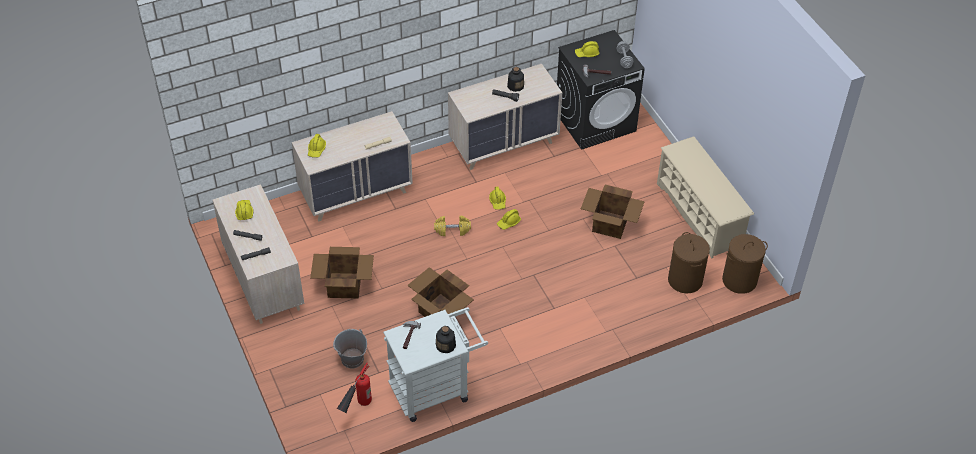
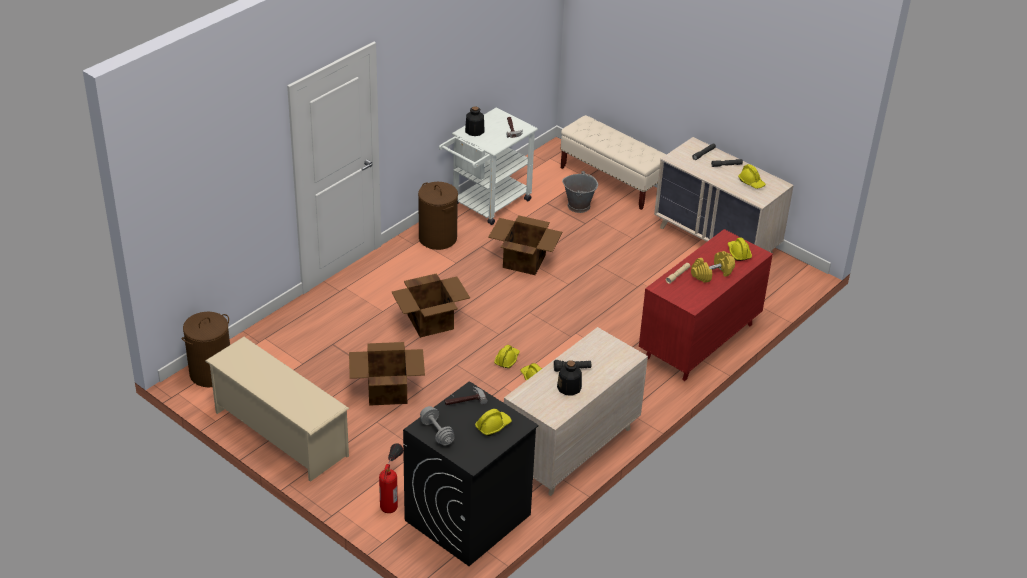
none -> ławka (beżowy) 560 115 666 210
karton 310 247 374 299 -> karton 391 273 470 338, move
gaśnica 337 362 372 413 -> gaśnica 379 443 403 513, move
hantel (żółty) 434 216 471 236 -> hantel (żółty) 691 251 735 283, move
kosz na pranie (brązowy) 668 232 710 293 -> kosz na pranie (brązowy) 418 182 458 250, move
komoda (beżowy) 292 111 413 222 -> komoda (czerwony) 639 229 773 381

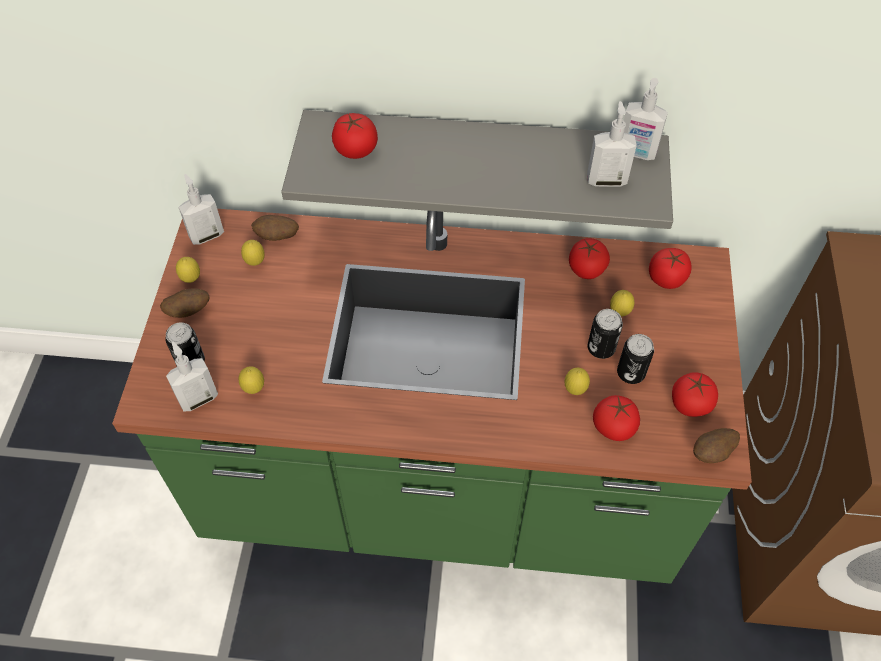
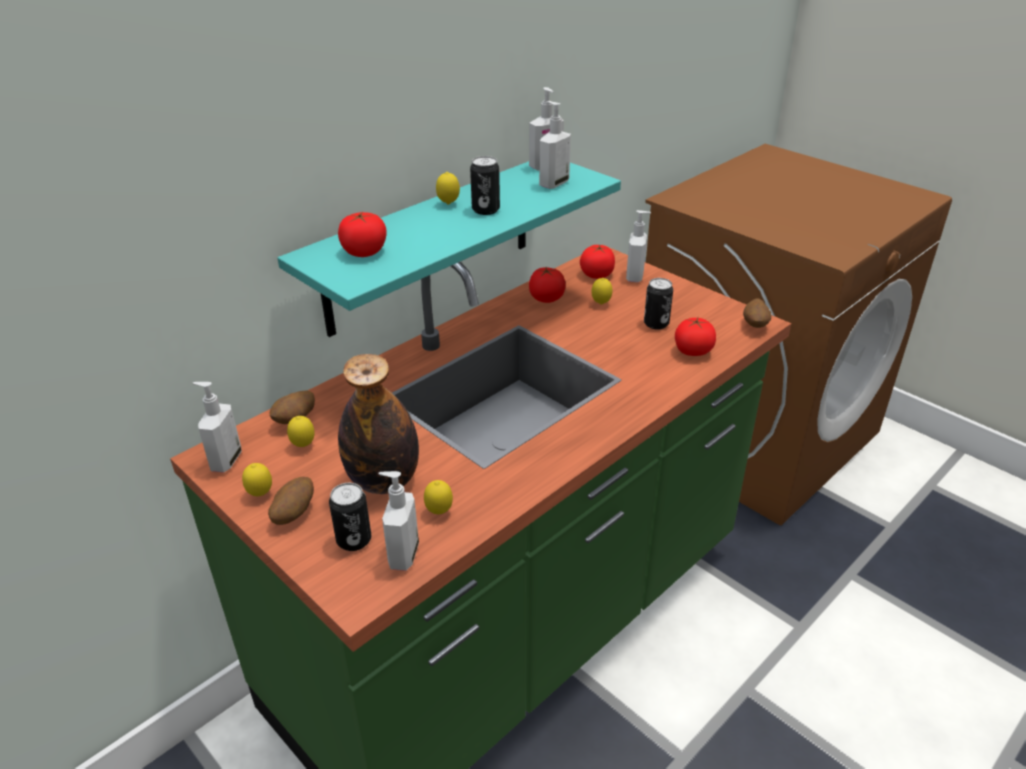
pomidor 672 372 718 417 -> none
none -> butelka 338 354 419 494
none -> dozownik mydła 626 210 651 282
cytryna 564 368 590 395 -> cytryna 436 172 460 205, move
puszka 588 309 623 359 -> puszka 470 156 500 215, move
półka (szary) 281 110 673 229 -> półka (turkusowy) 277 161 621 337

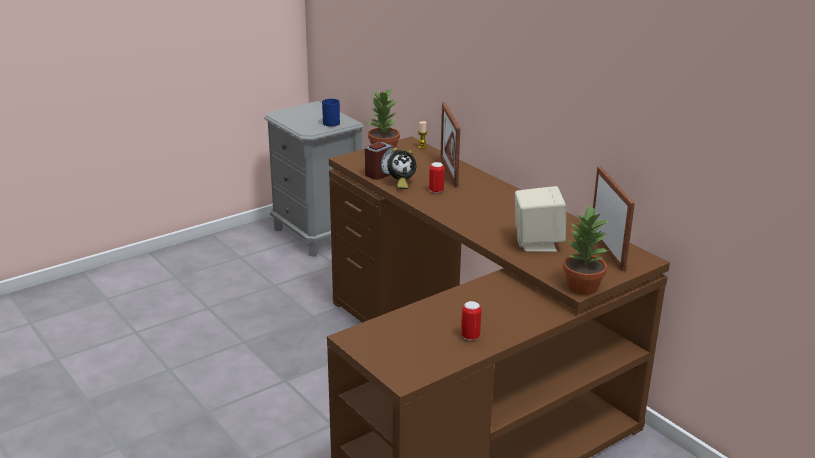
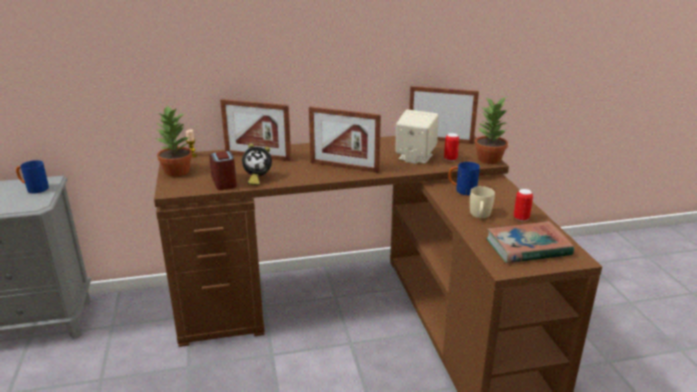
none -> ramka na zdjęcie 309 106 381 173
none -> kubek (niebieski) 448 162 480 195
none -> kubek (beżowy) 470 186 495 218
none -> książka 486 221 574 263
puszka 429 162 445 193 -> puszka 444 133 459 161, move
budzik 387 147 417 189 -> budzik 242 143 272 186, 75 degrees clockwise

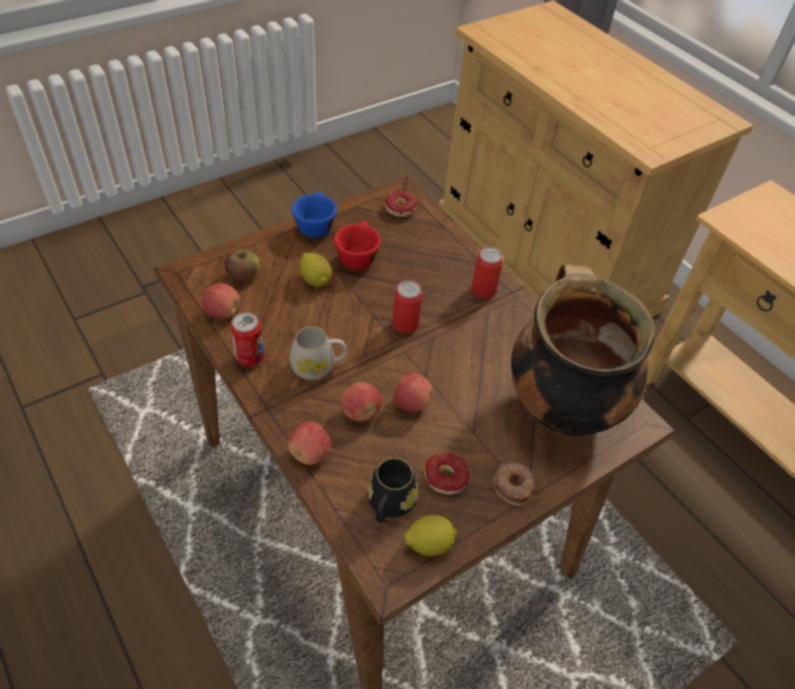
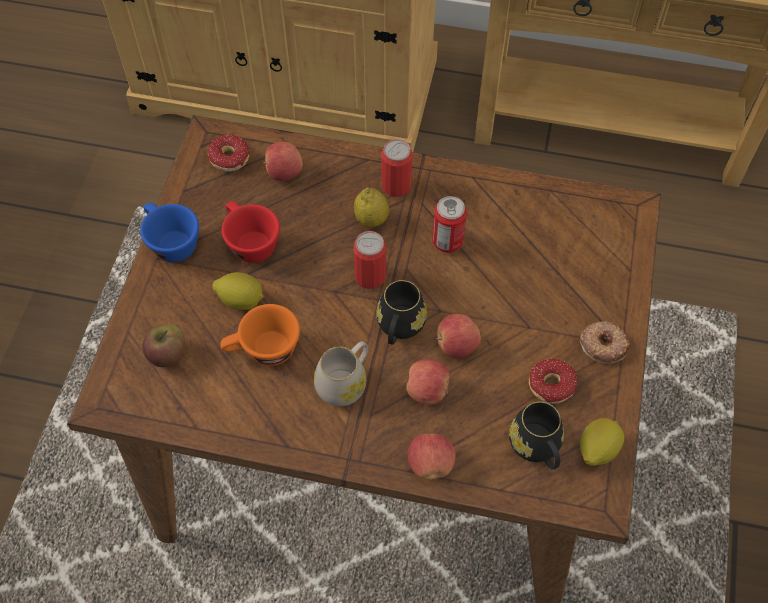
garnek 511 265 655 436 -> none
none -> filiżanka (pomarańczowy) 220 304 300 366
none -> cytryna 354 187 390 227
none -> kubek (czarny) 376 280 427 345
jabłko 202 283 240 319 -> jabłko 263 142 303 181, move
puszka 231 313 264 367 -> puszka 432 196 467 253, move

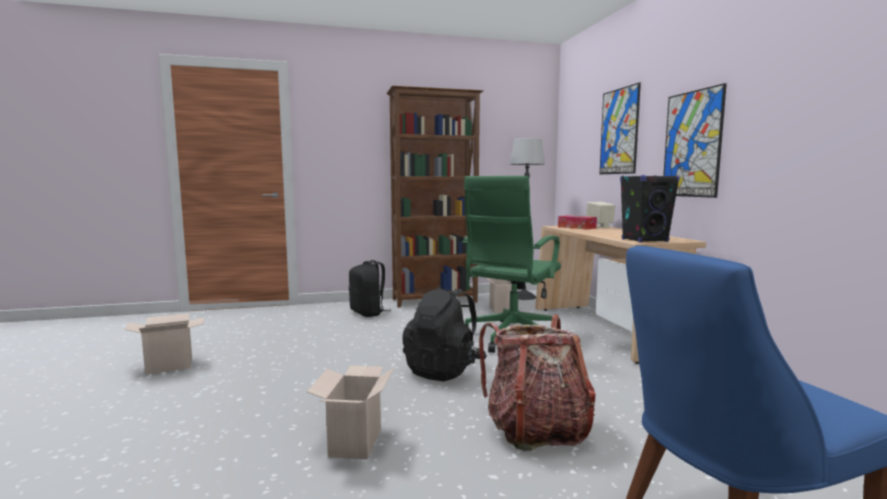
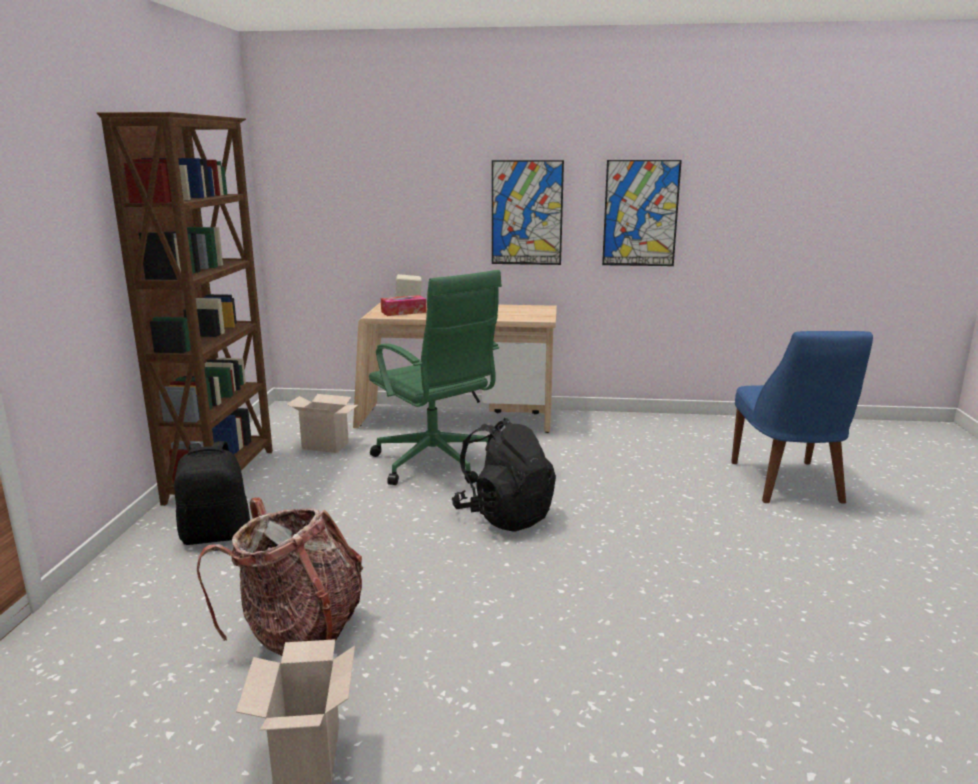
karton 307 365 394 460 -> none
lampa stojąca 510 138 545 300 -> none
głośnik (czarny) 620 175 680 243 -> none
plecak 479 314 595 451 -> plecak 197 497 363 656, move
obraz 600 82 641 174 -> obraz 602 160 682 266, move

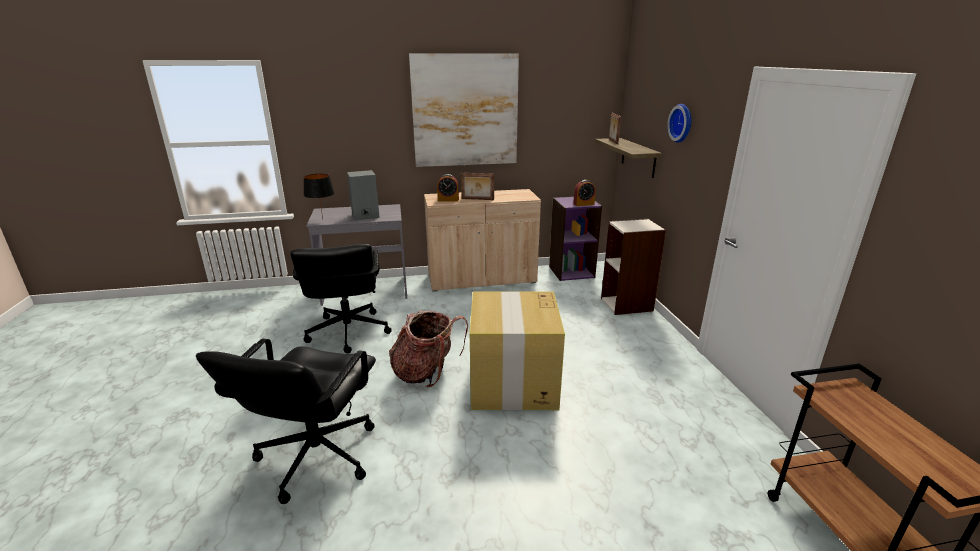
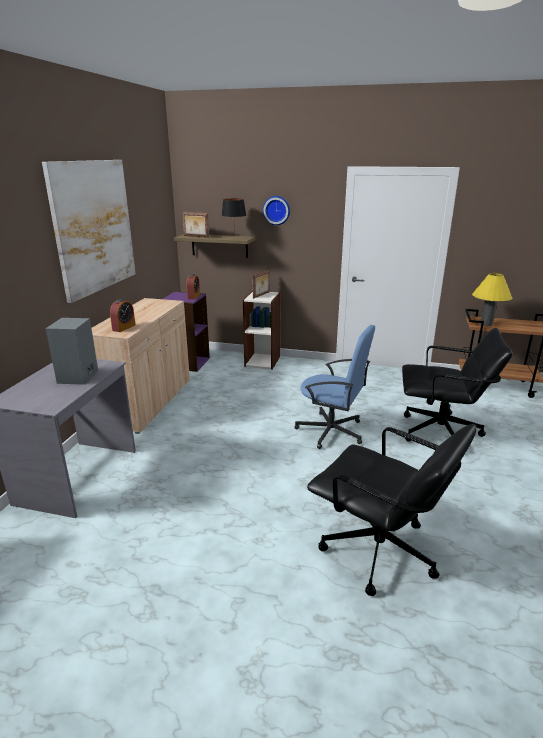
plecak 389 310 468 388 -> none
none -> lampa stołowa (żółty) 472 273 512 326
krzesło biurowe (czarny) 290 244 392 354 -> krzesło biurowe (czarny) 402 328 513 442, move
lampa stołowa (czarny) 304 174 334 218 -> lampa stołowa (czarny) 221 199 246 238, move
ramka na zdjęcie 461 173 494 200 -> ramka na zdjęcie 252 270 270 299, move
karton 470 292 565 410 -> krzesło biurowe (niebieski) 295 325 375 449

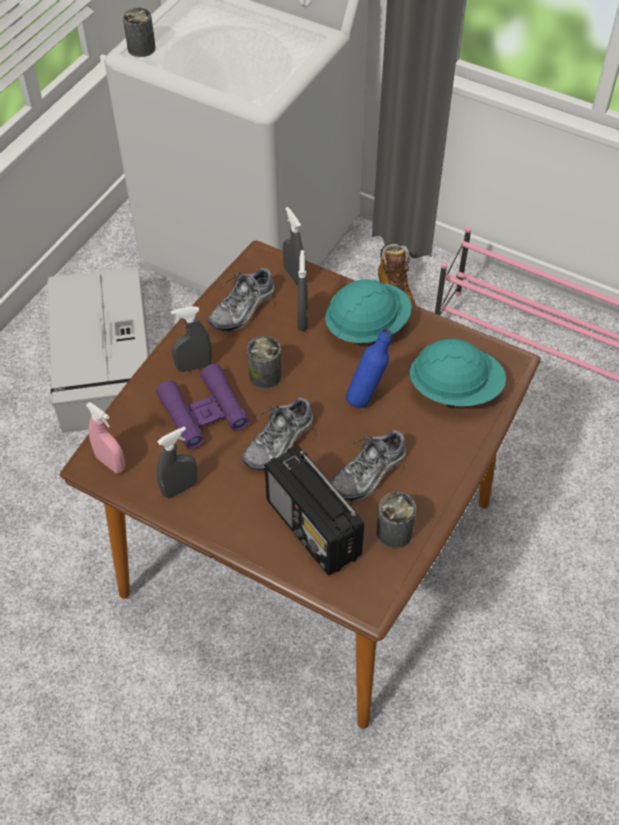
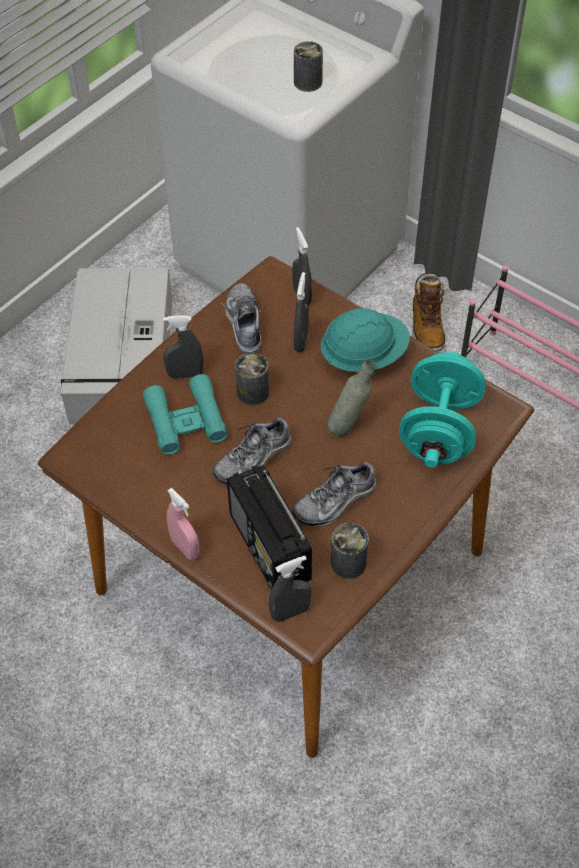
spryskiwacz (różowy) 86 402 125 473 -> spryskiwacz (różowy) 167 488 200 560, move
puszka 123 8 156 57 -> puszka 294 41 323 92, move
spryskiwacz (szary) 156 427 197 498 -> spryskiwacz (szary) 269 556 312 622, move
kask (turkusowy) 410 339 506 408 -> hantel (turkusowy) 399 352 486 468
lornetka (fioletowy) 156 364 249 449 -> lornetka (turkusowy) 143 374 227 455
butelka (niebieski) 346 328 392 408 -> butelka (szary) 327 360 375 436
but 208 267 275 332 -> but 220 283 266 353, 120 degrees clockwise

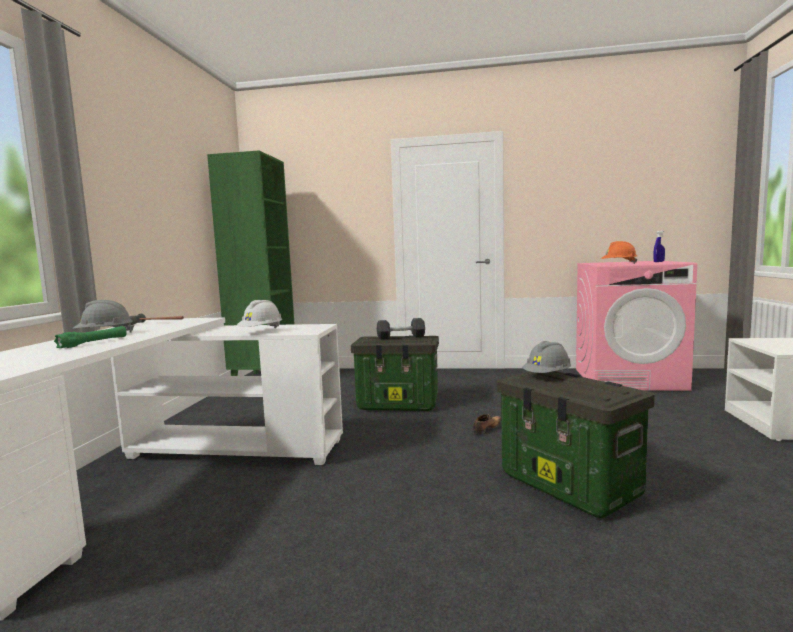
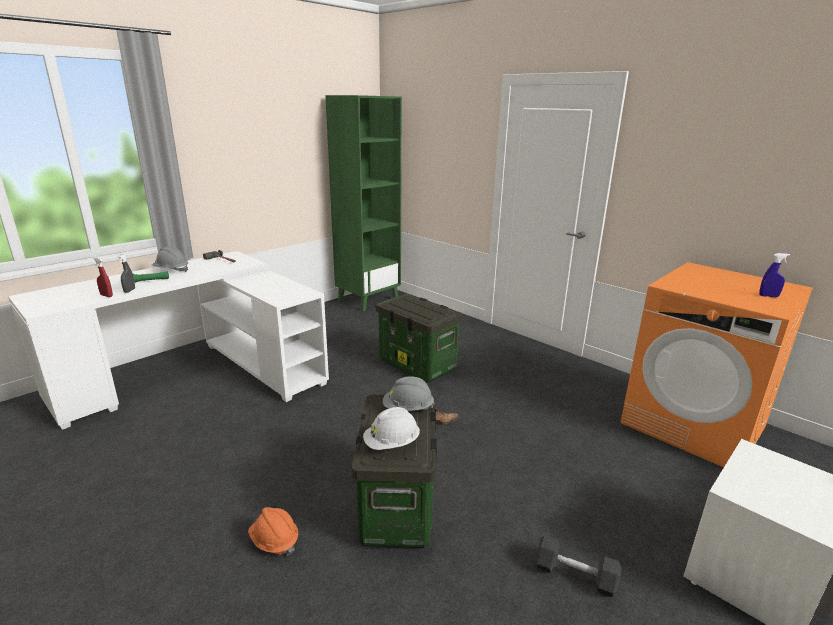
none -> spryskiwacz (czerwony) 93 258 113 297
none -> spryskiwacz (szary) 118 254 135 293
kask (biały) 237 300 282 328 -> kask (biały) 363 407 420 450, move
hantel (szary) 377 318 425 340 -> hantel (szary) 535 535 622 597, move
kask (pomarańczowy) 601 241 637 264 -> kask (pomarańczowy) 248 507 298 556, move
pralka (różowy) 576 261 697 391 -> pralka (pomarańczowy) 620 262 813 467

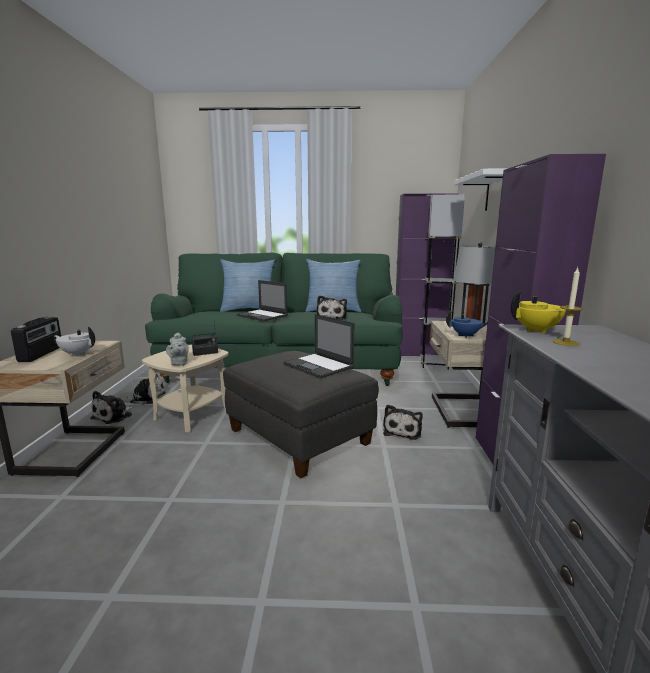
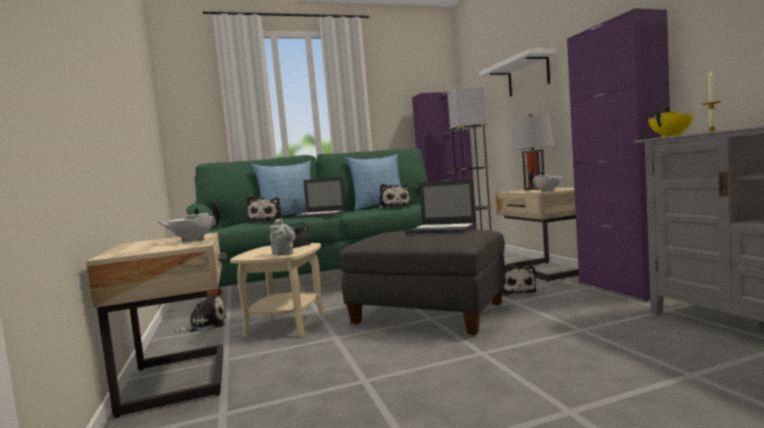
radio 11 316 61 362 -> none
pluszak 90 391 134 424 -> pluszak 247 196 284 223, move
imbryk (niebieski) 446 311 488 338 -> imbryk (biały) 529 169 564 192

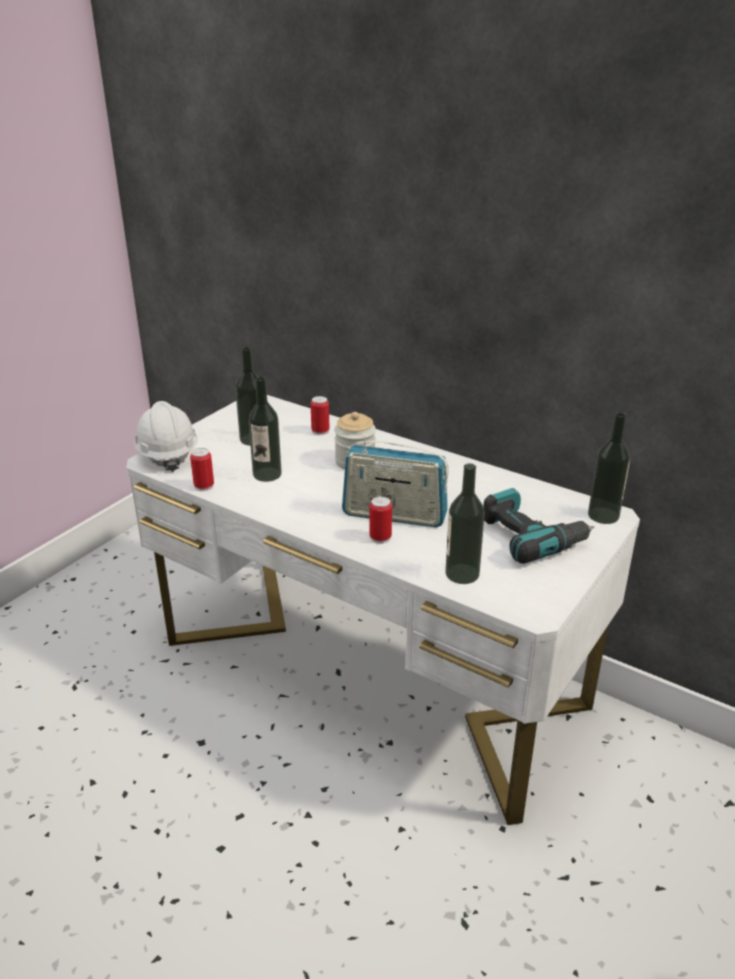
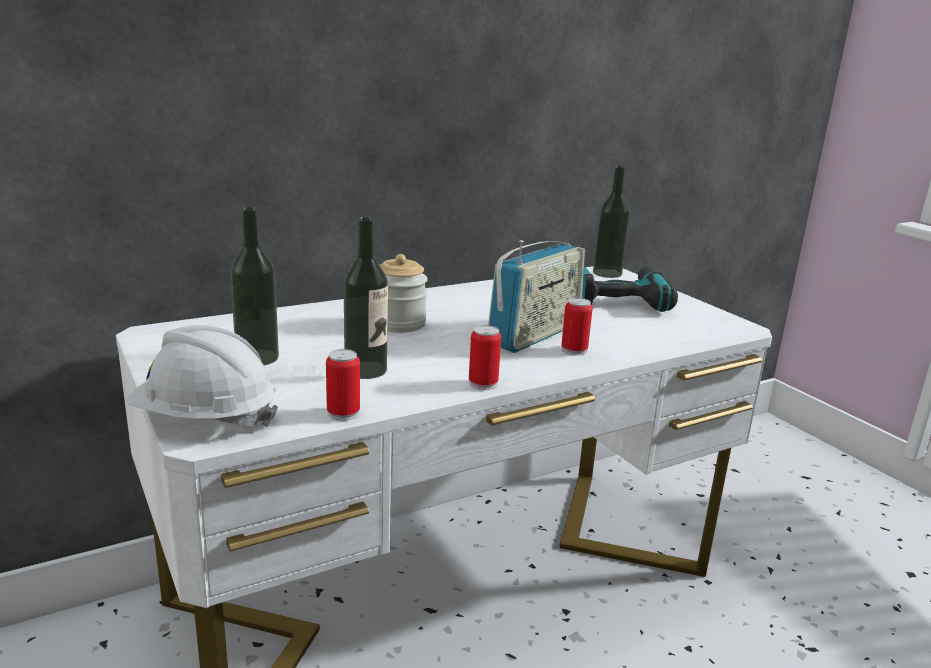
butelka 445 463 485 584 -> none
puszka 310 396 329 435 -> puszka 469 325 501 390, move

